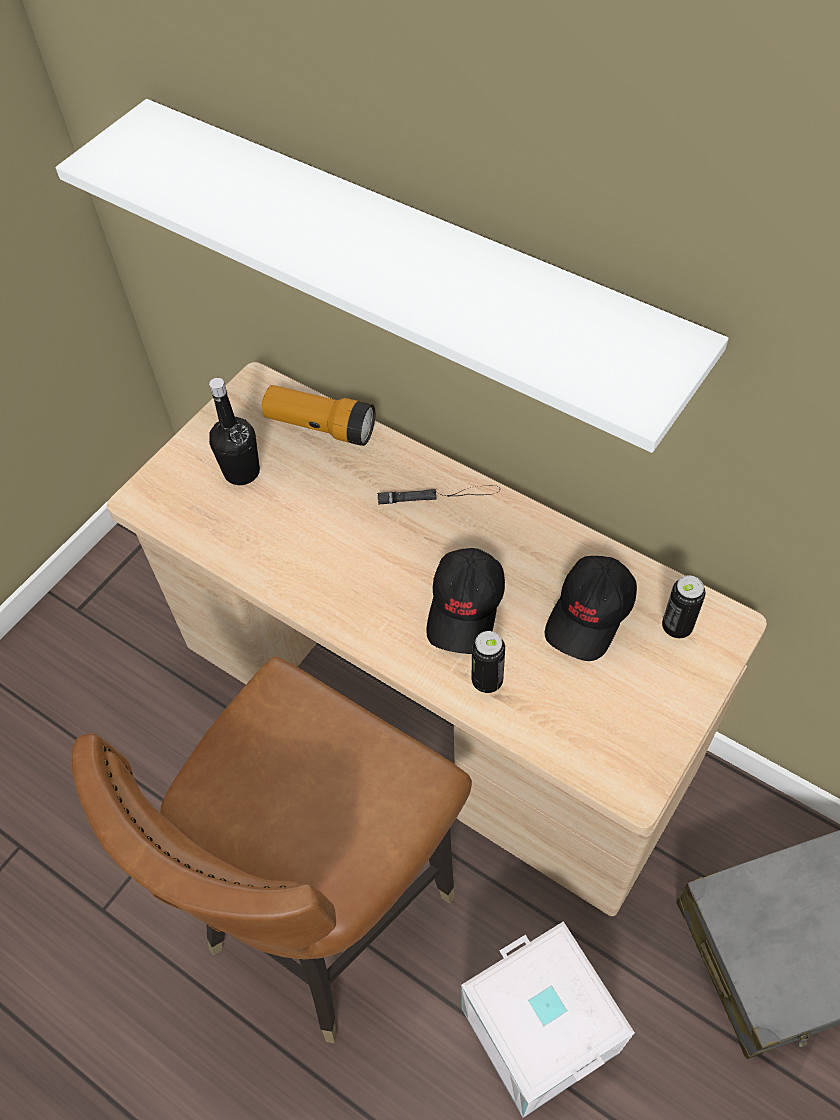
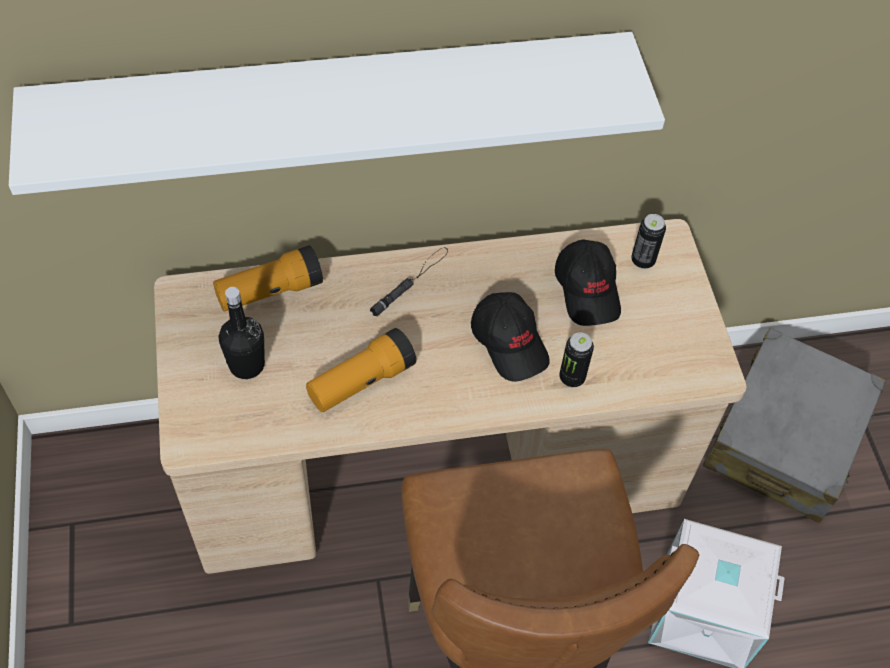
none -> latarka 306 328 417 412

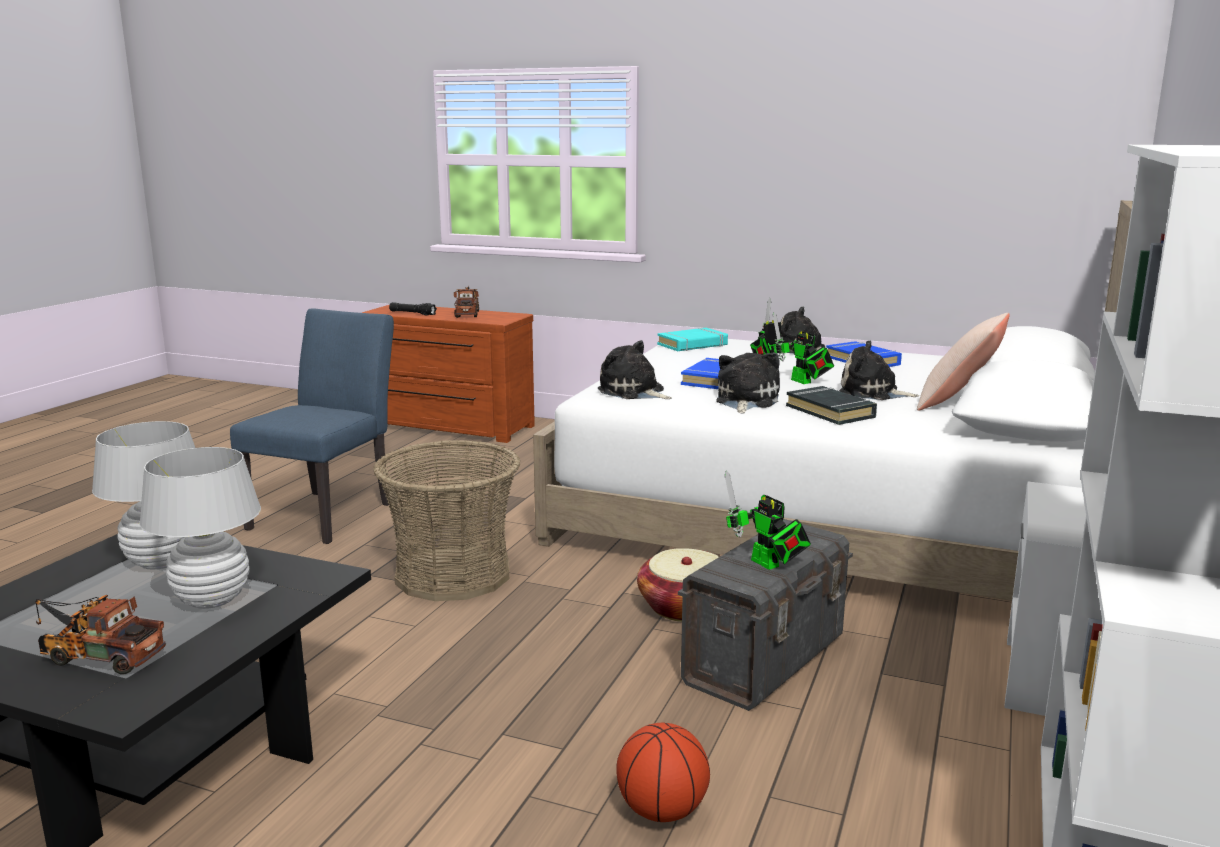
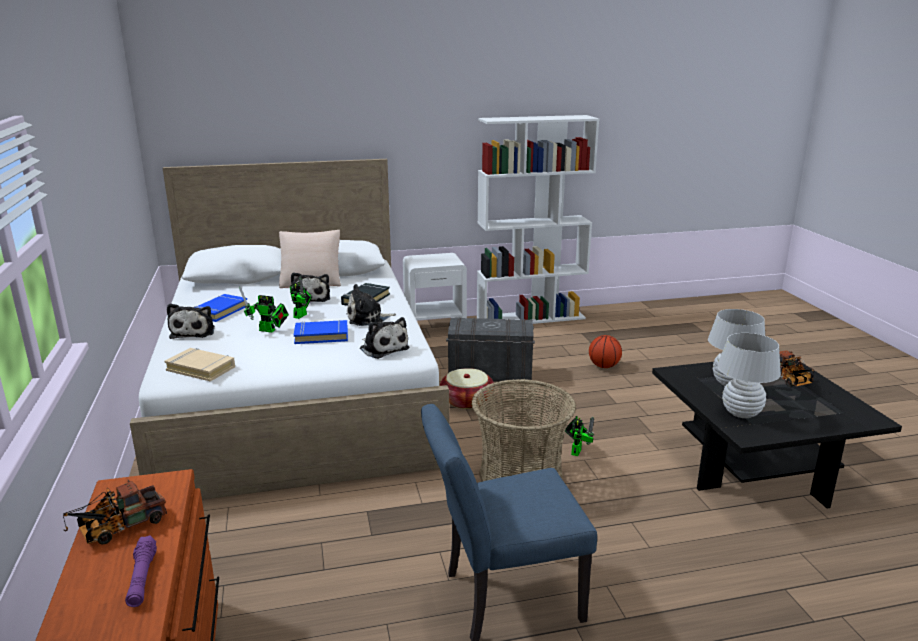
robot zabawkowy 725 470 811 570 -> robot zabawkowy 565 416 594 456, move
latarka (czarny) 389 302 437 315 -> latarka (fioletowy) 125 535 157 607
książka (turkusowy) 657 328 728 351 -> książka (beżowy) 164 348 235 381
pluszak 598 340 672 399 -> pluszak 360 317 409 359, 45 degrees counterclockwise

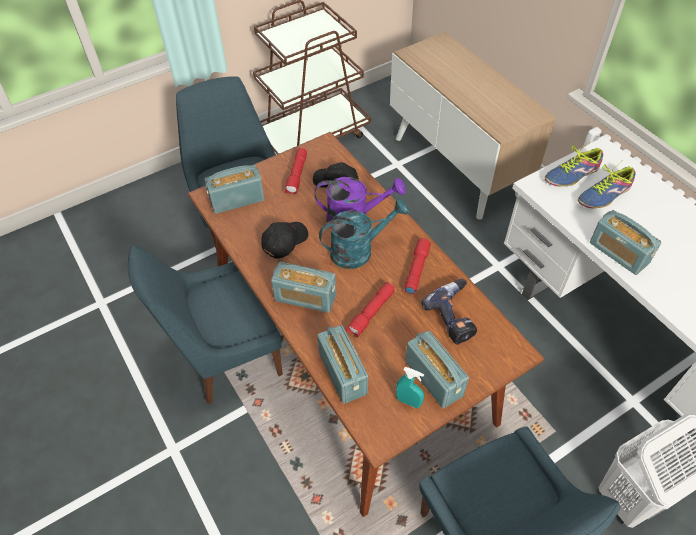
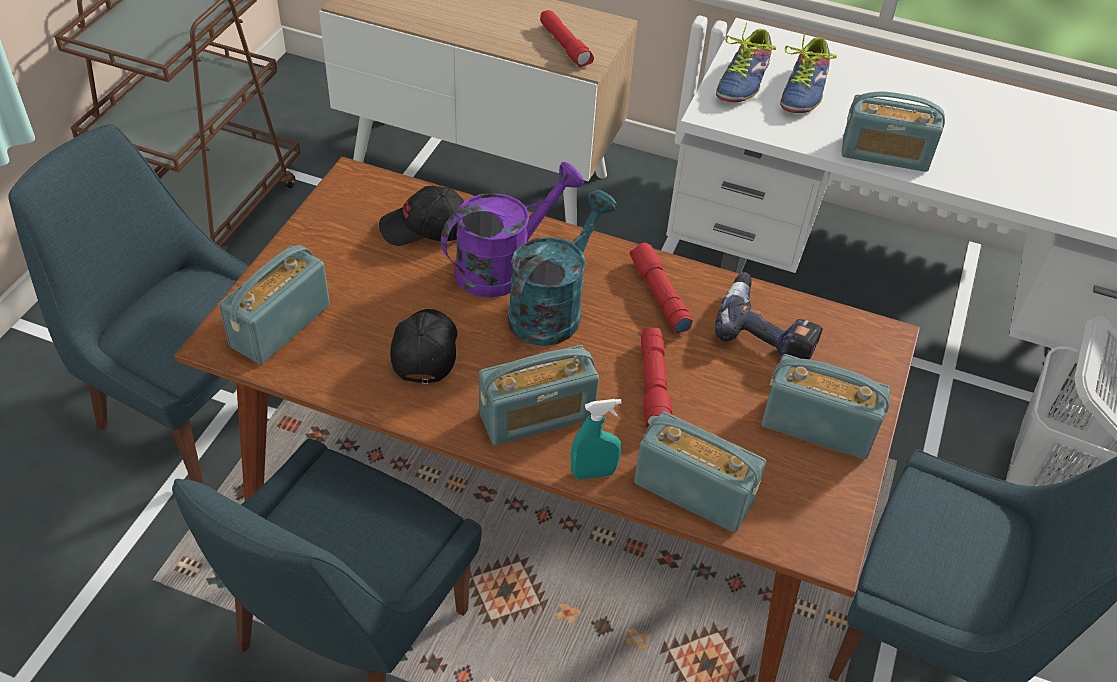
latarka (czerwony) 285 148 307 194 -> latarka (czerwony) 540 10 594 67, move
spryskiwacz (turkusowy) 396 367 424 408 -> spryskiwacz (turkusowy) 571 399 622 479, move

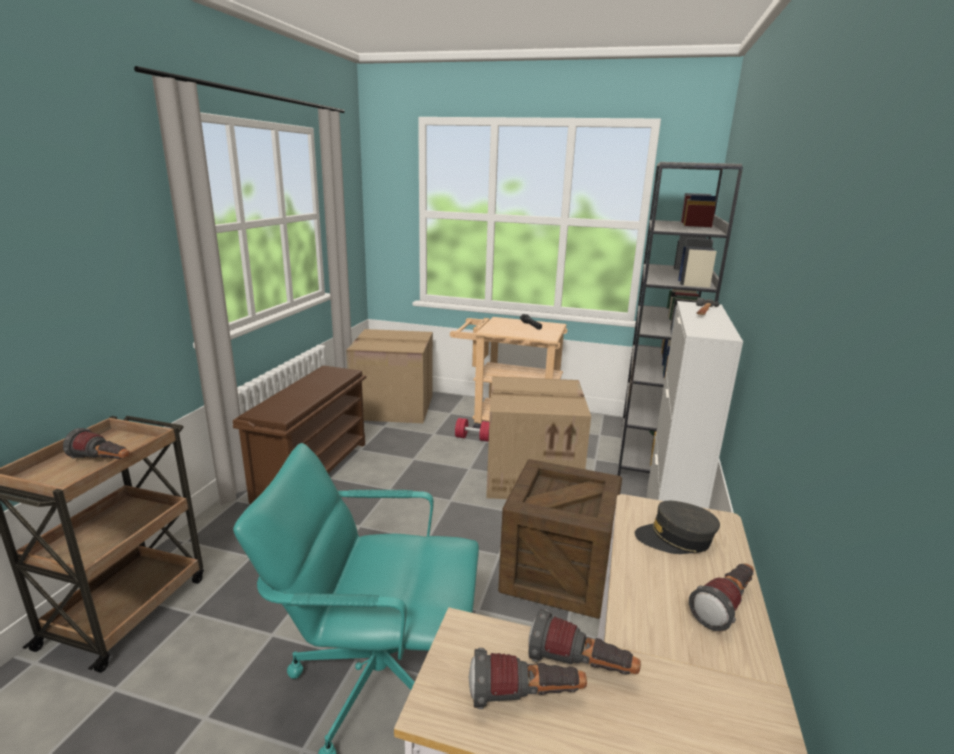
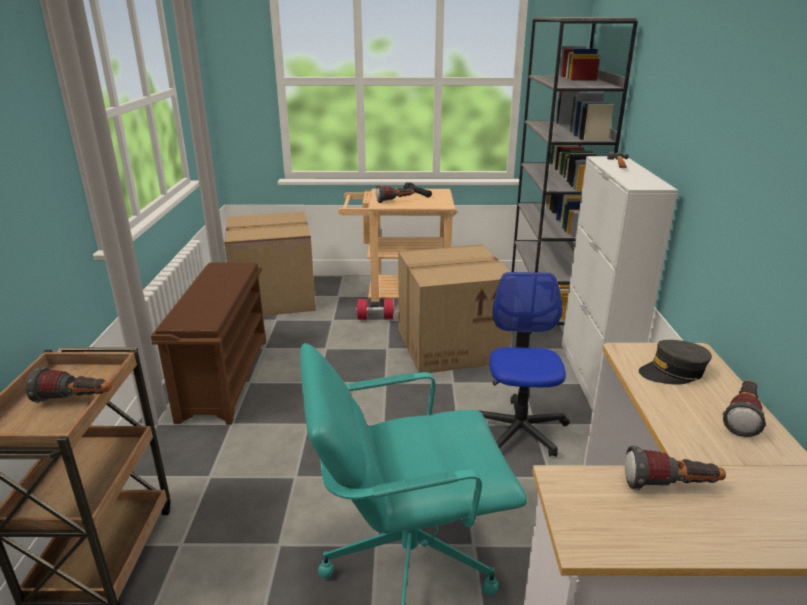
latarka 469 648 587 709 -> latarka 376 185 414 203, move
skrzynka 498 459 622 619 -> krzesło biurowe 478 272 570 457

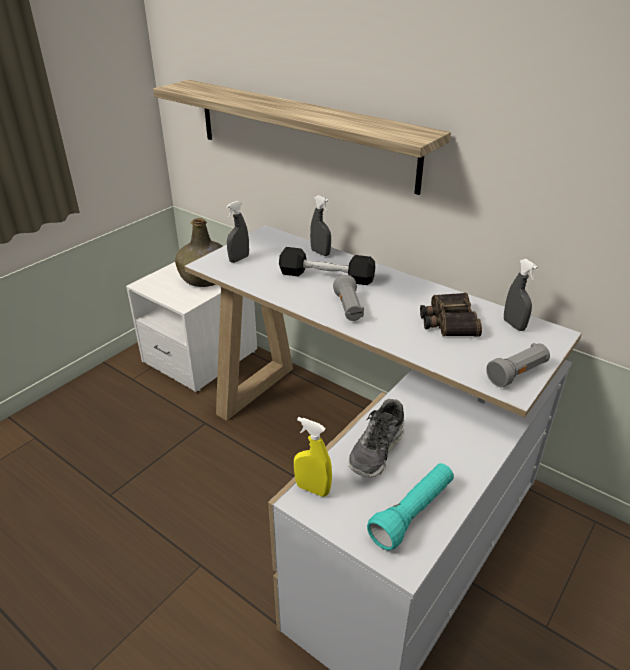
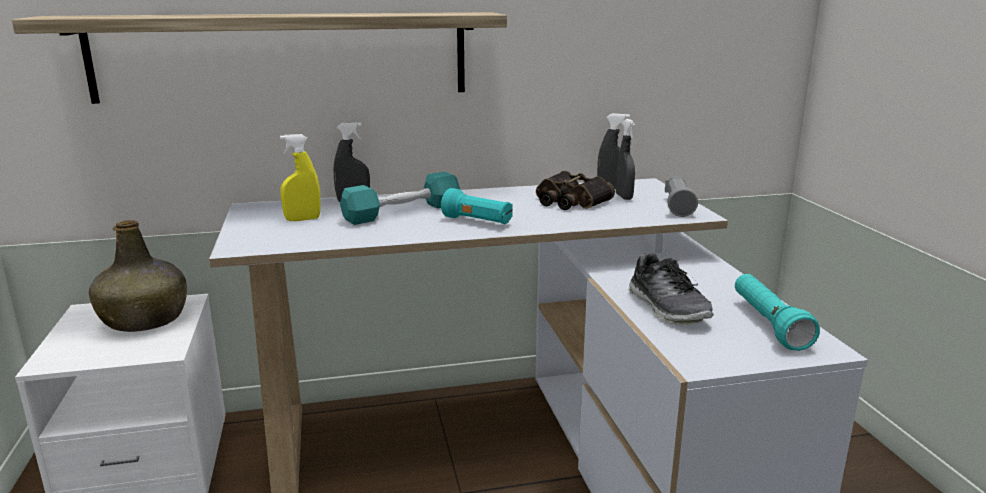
spryskiwacz (szary) 226 201 249 263 -> spryskiwacz (szary) 616 119 635 200, move
spryskiwacz (żółty) 294 417 332 497 -> spryskiwacz (żółty) 280 134 320 221, move
hantel (czarny) 279 247 375 285 -> hantel (turkusowy) 340 172 460 225
latarka (szary) 333 275 364 321 -> latarka (turkusowy) 441 188 513 224

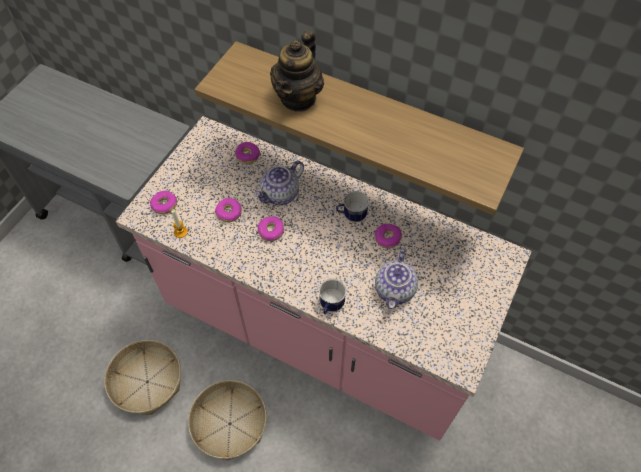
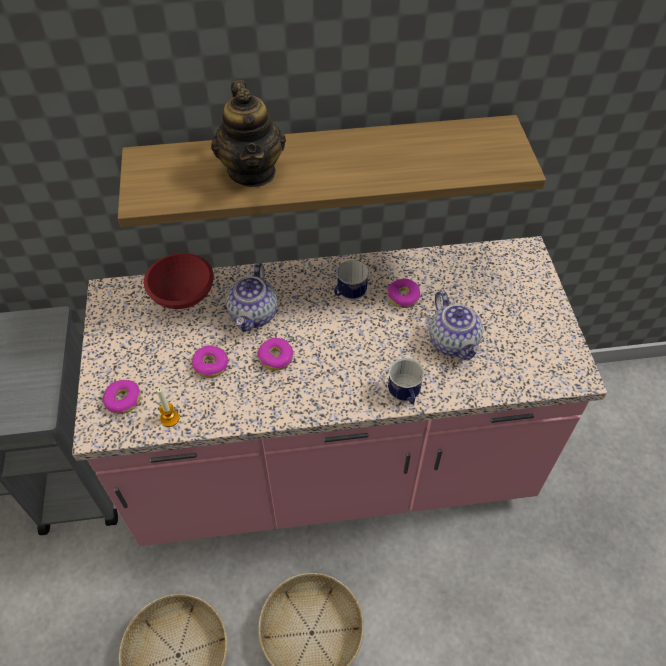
donut 235 142 260 164 -> miska (czerwony) 144 253 214 309

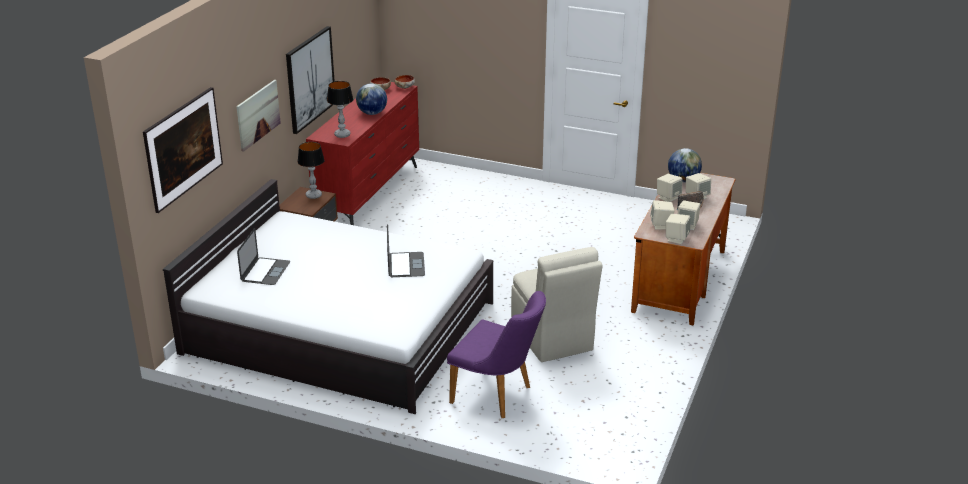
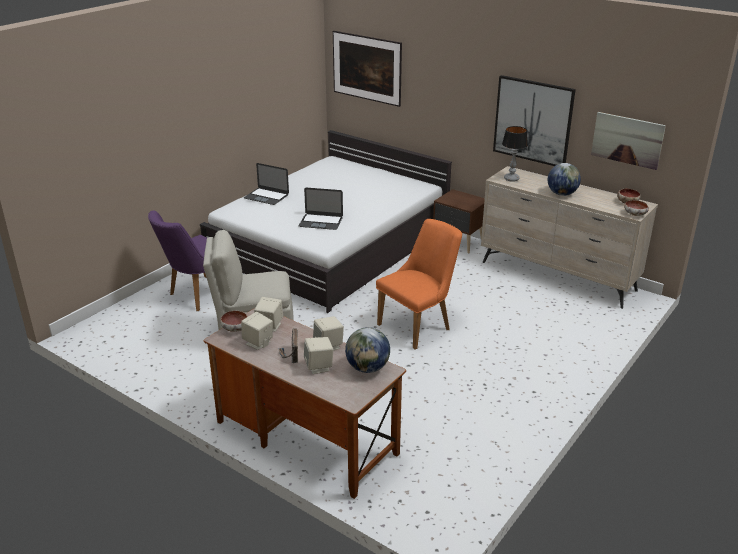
lampa stołowa 297 142 325 199 -> none
none -> krzesło (pomarańczowy) 376 219 462 349
obraz 236 80 281 152 -> obraz 591 112 666 170, move
laptop 237 228 290 285 -> laptop 244 163 289 205, move
głośnik (beżowy) 666 214 690 244 -> miska 220 311 248 332
komoda (czerwony) 306 82 419 225 -> komoda (beżowy) 481 166 658 309

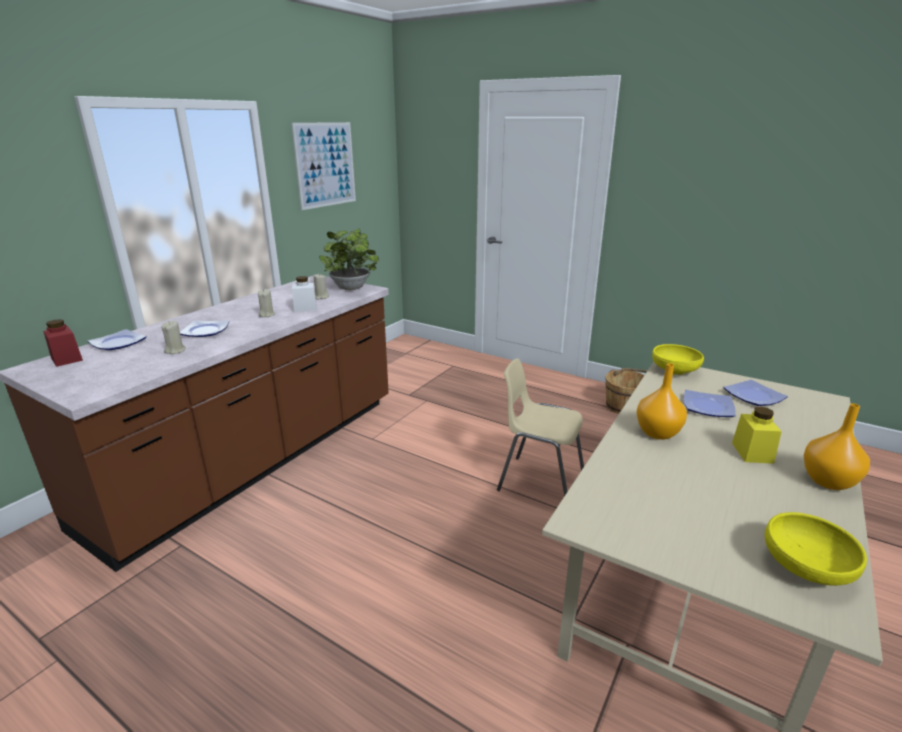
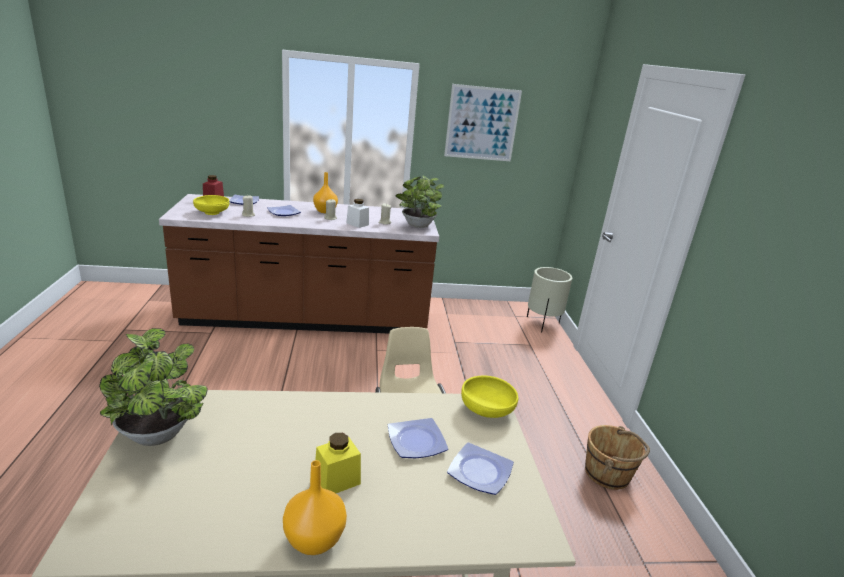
none -> roślina doniczkowa 99 328 208 446
none -> donica (beżowy) 527 267 572 333
wazon (pomarańczowy) 636 363 687 440 -> wazon (pomarańczowy) 313 172 338 213, move
miska (żółty) 765 512 867 586 -> miska (żółty) 193 195 229 215, move

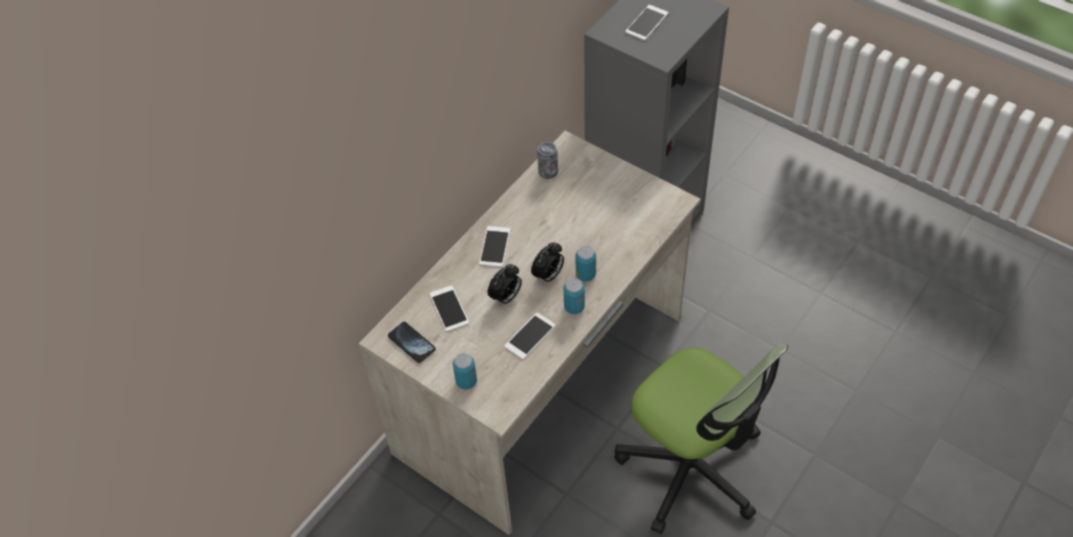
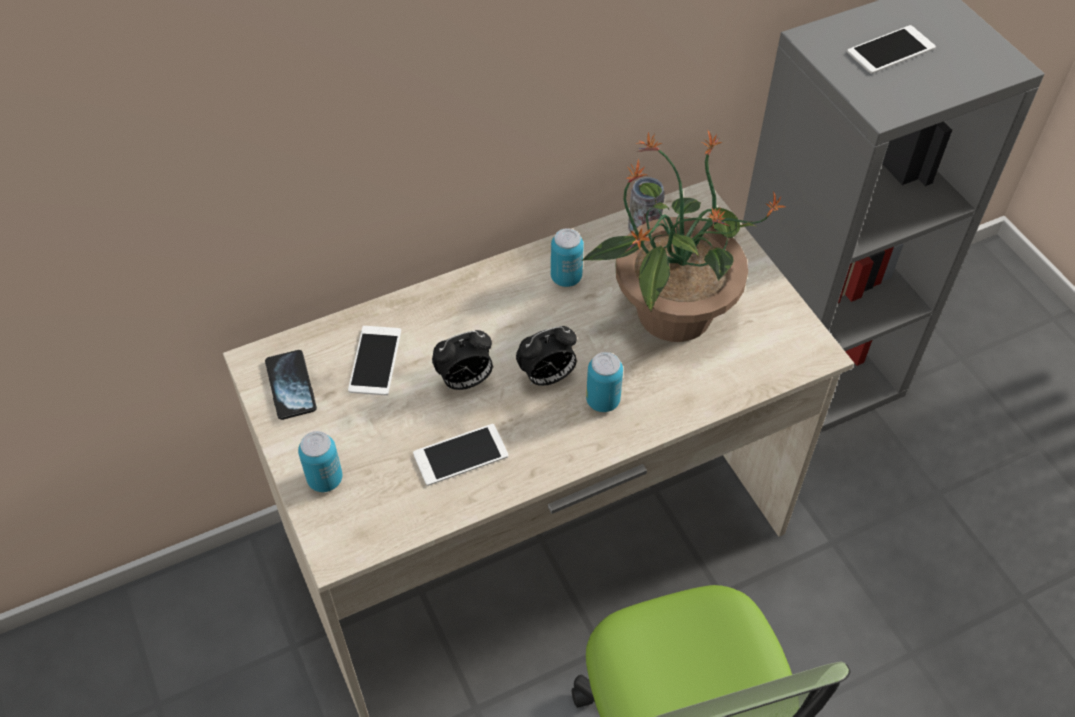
telefon 479 226 511 267 -> none
none -> roślina doniczkowa 582 129 785 342
puszka 564 278 585 314 -> puszka 551 228 584 287, move

